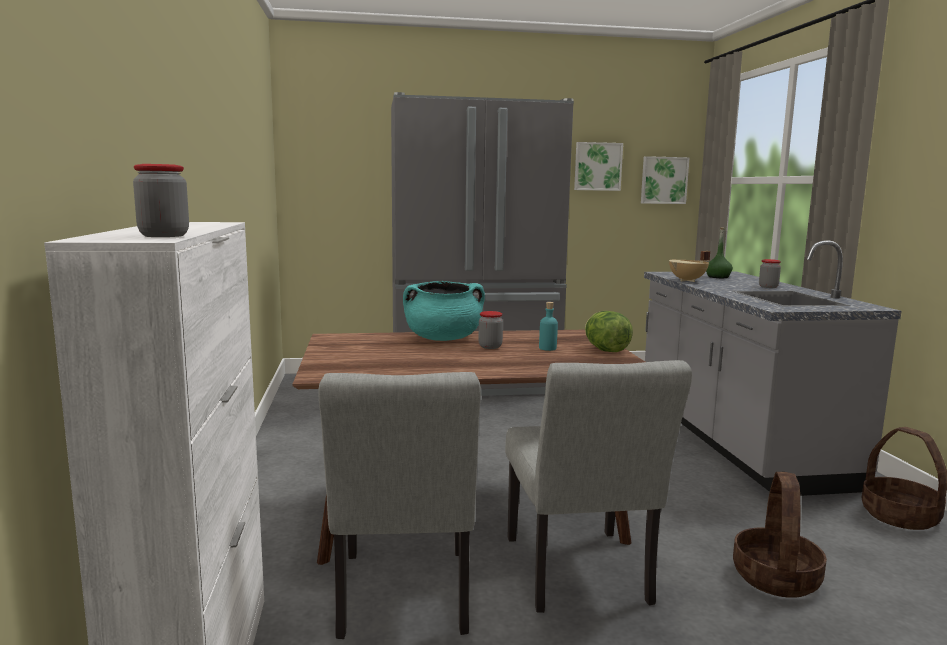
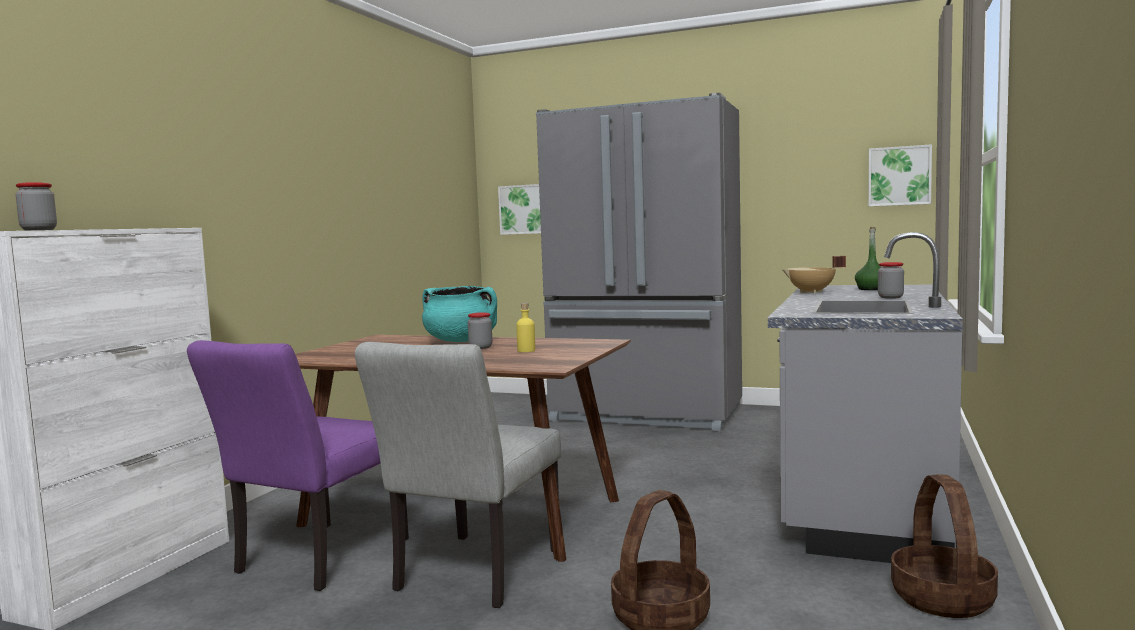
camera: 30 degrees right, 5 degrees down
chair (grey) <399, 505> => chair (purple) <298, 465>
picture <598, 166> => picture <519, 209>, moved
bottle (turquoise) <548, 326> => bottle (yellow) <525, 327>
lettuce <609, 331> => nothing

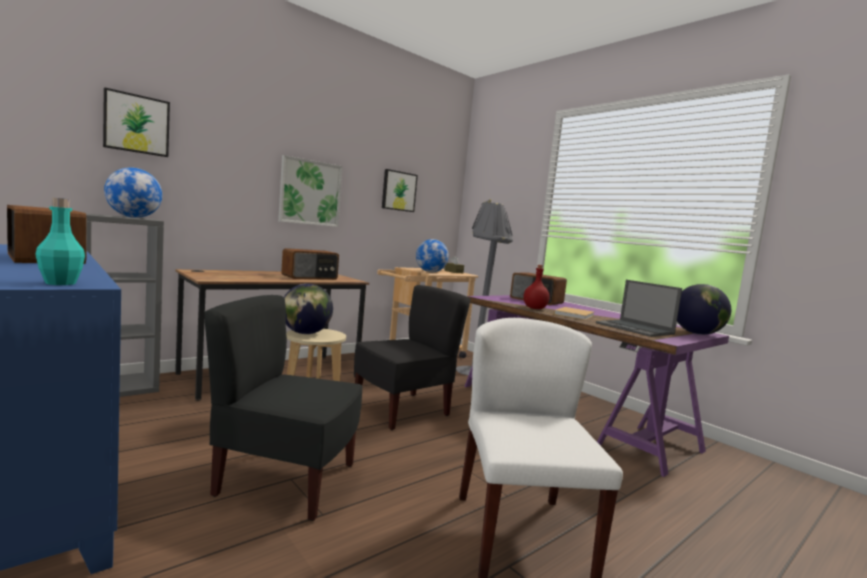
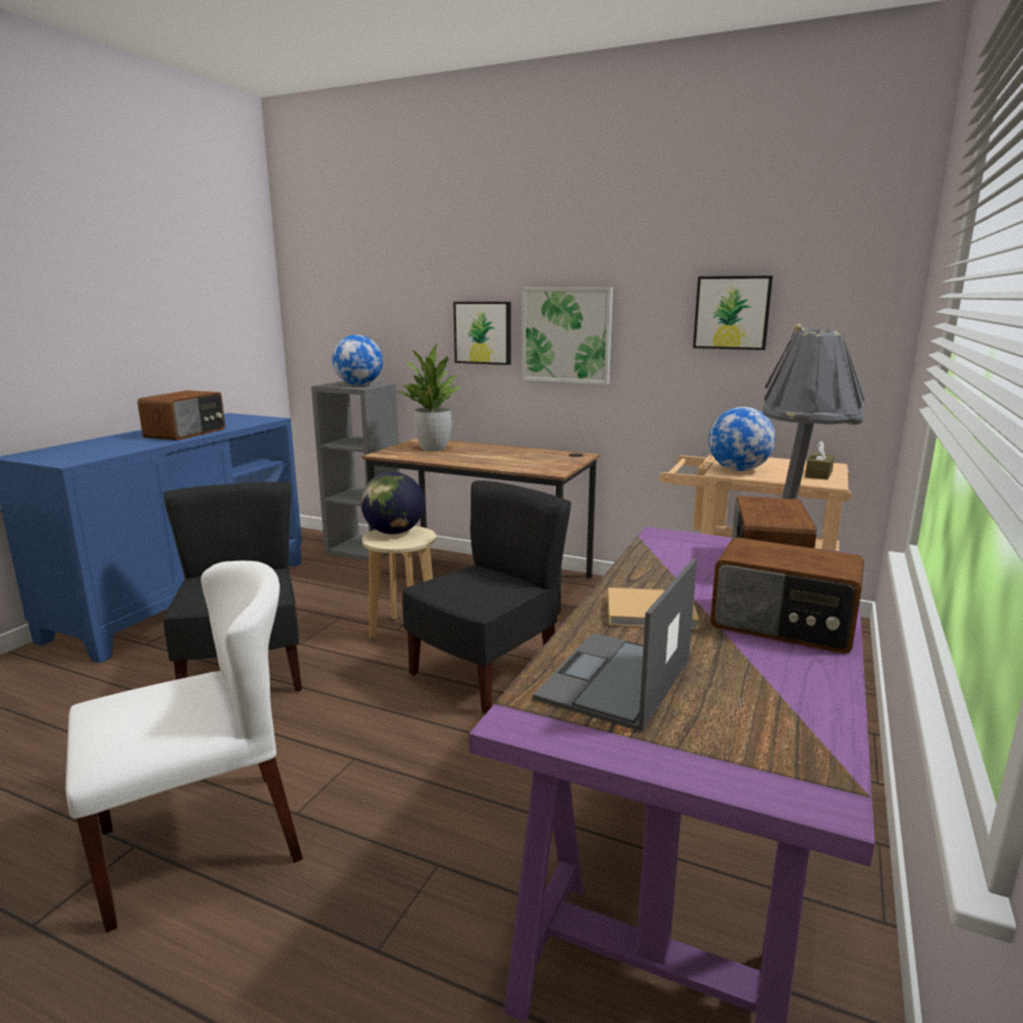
camera: 65 degrees right, 10 degrees up
nothing => potted plant <429, 397>
chair (black) <412, 357> => chair (black) <486, 597>, 75 degrees counterclockwise
picture <136, 122> => picture <482, 333>, moved
radio <310, 264> => radio <787, 595>, moved
bottle (turquoise) <60, 241> => nothing
bottle (red) <536, 287> => nothing
globe <704, 309> => nothing

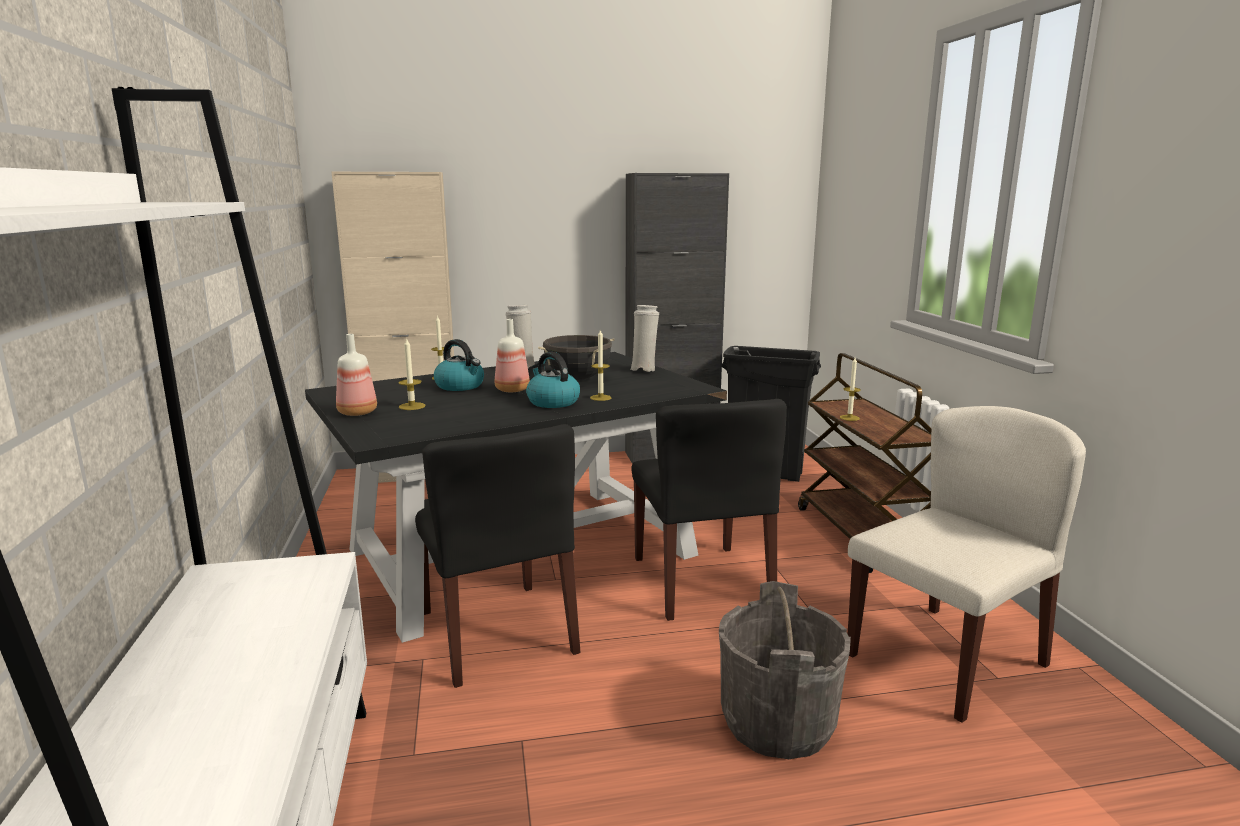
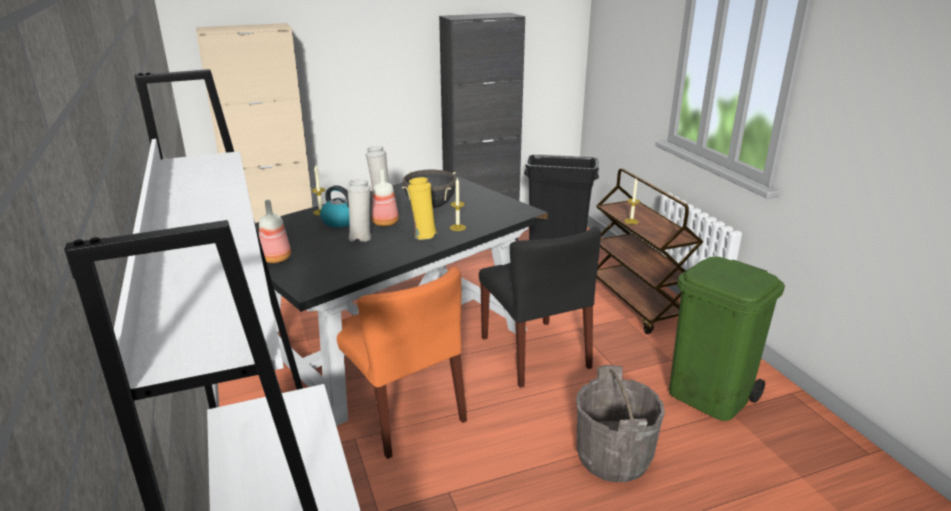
camera: 10 degrees left, 10 degrees up
chair (black) <497, 556> => chair (orange) <402, 363>
vase (white) <645, 338> => vase (white) <359, 210>, moved
kettle <553, 380> => vase (yellow) <422, 208>
chair (beige) <967, 564> => trash can (green) <727, 338>
candle <412, 373> => nothing

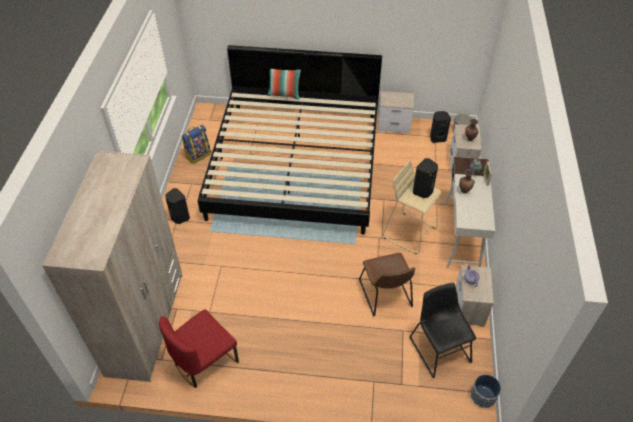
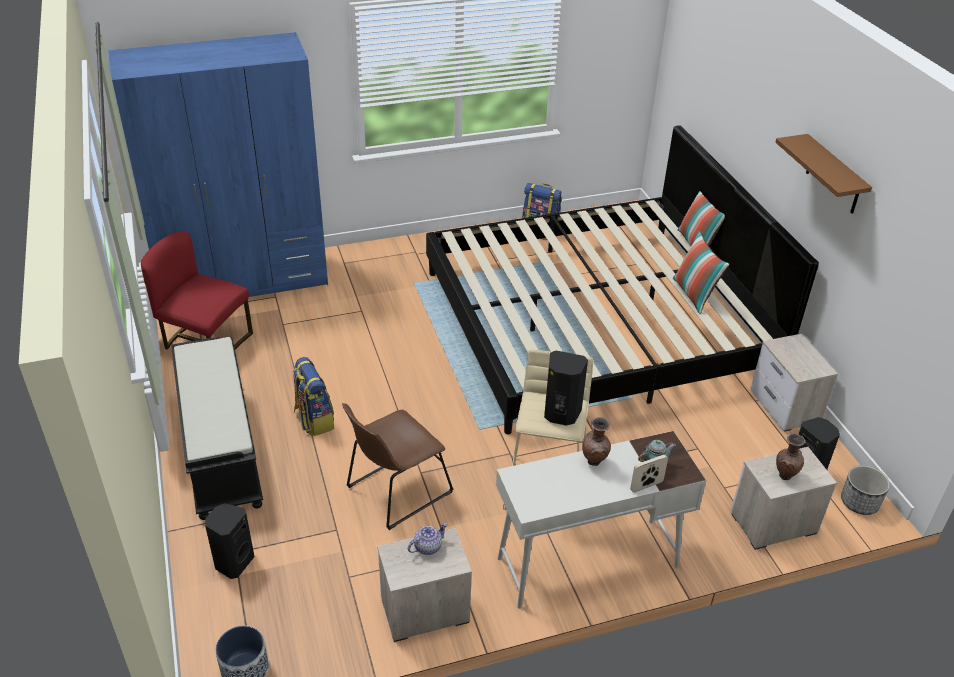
camera: 65 degrees right, 10 degrees down
wardrobe (beige) <112, 266> => wardrobe (blue) <218, 164>
nothing => bench (black) <217, 428>
speaker (black) <177, 206> => speaker (black) <229, 541>, moved
nothing => backpack <313, 396>
nothing => pillow <701, 272>
nothing => shelf (brown) <823, 174>
chair (black) <443, 330> => nothing

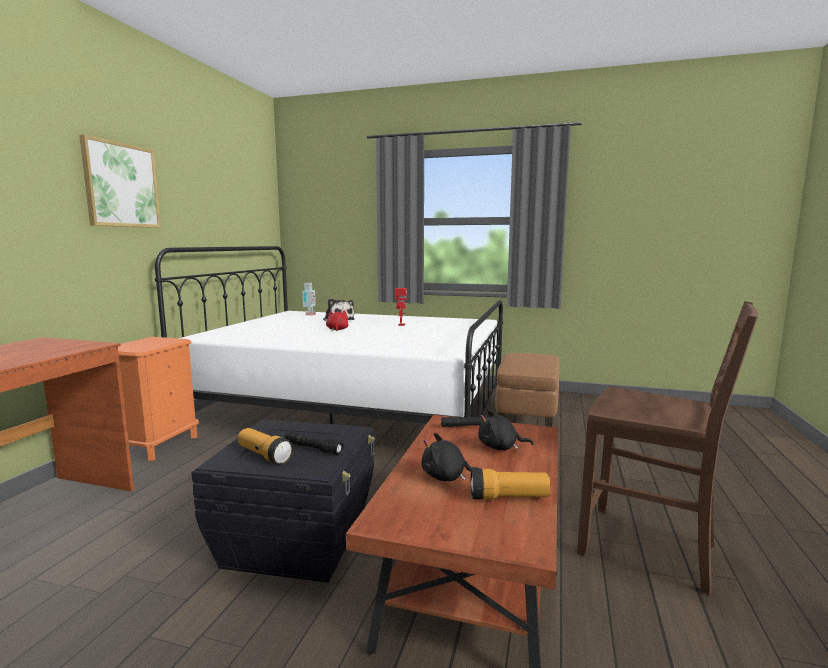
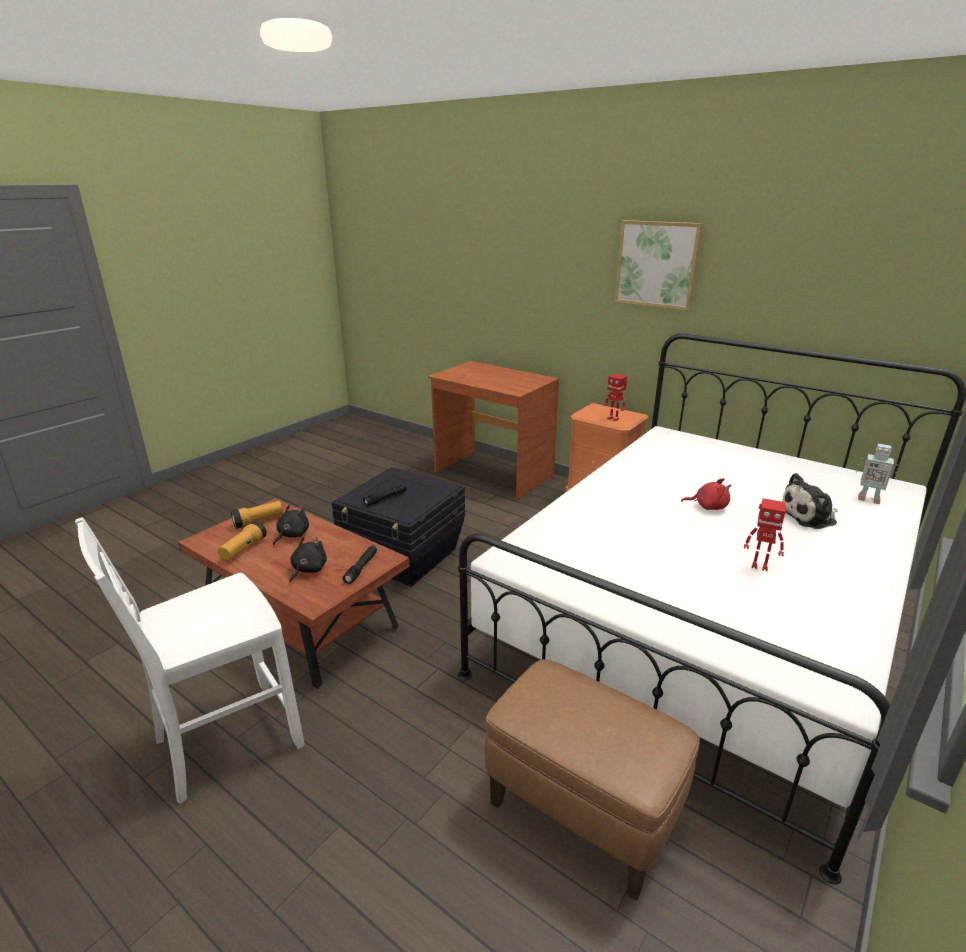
camera: 110 degrees right, 15 degrees up
chair (brown) <667, 448> => chair (white) <190, 660>
flashlight <266, 446> => flashlight <257, 515>, moved
nothing => toy robot <615, 397>

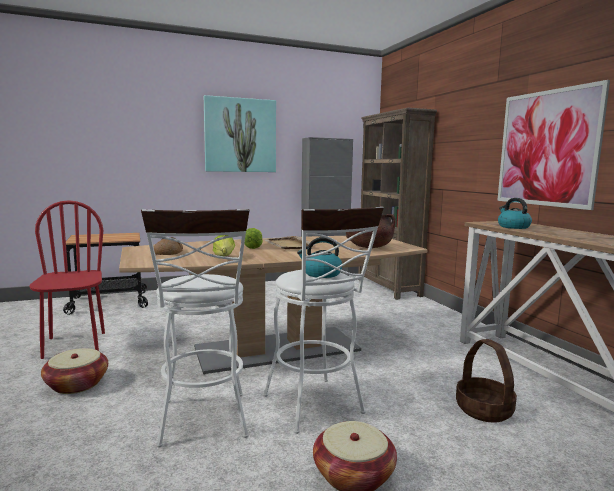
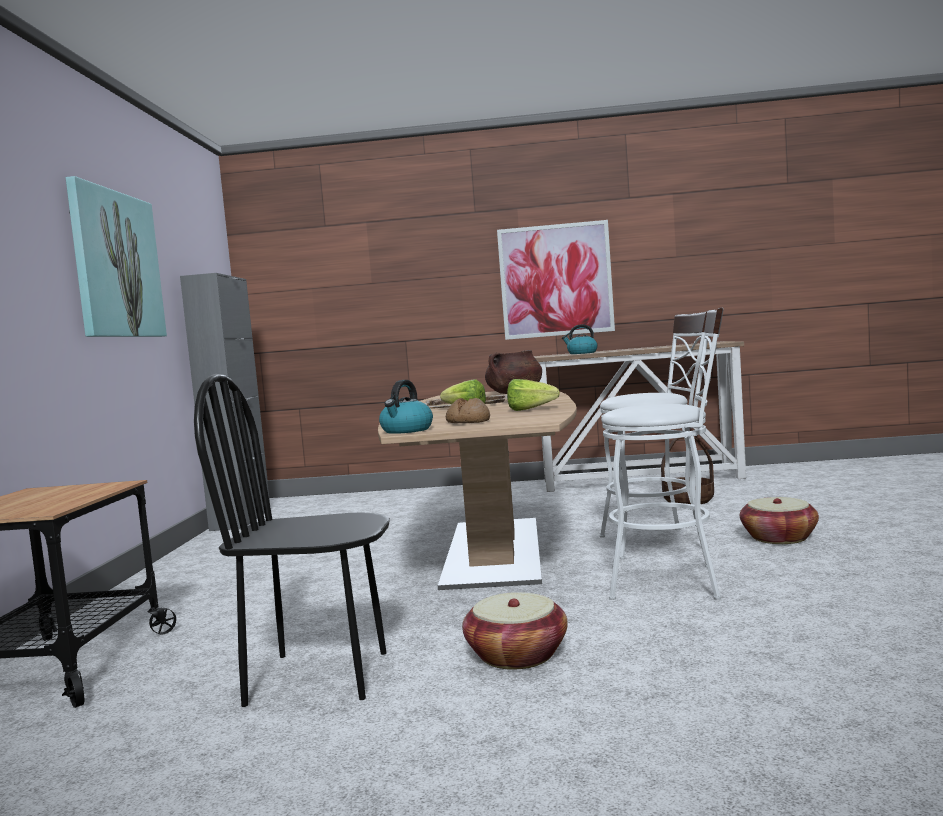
camera: 65 degrees left, 5 degrees down
chair (red) <67, 279> => chair (black) <292, 540>
kettle <319, 257> => kettle <406, 407>, moved
bookcase (brown) <397, 204> => nothing

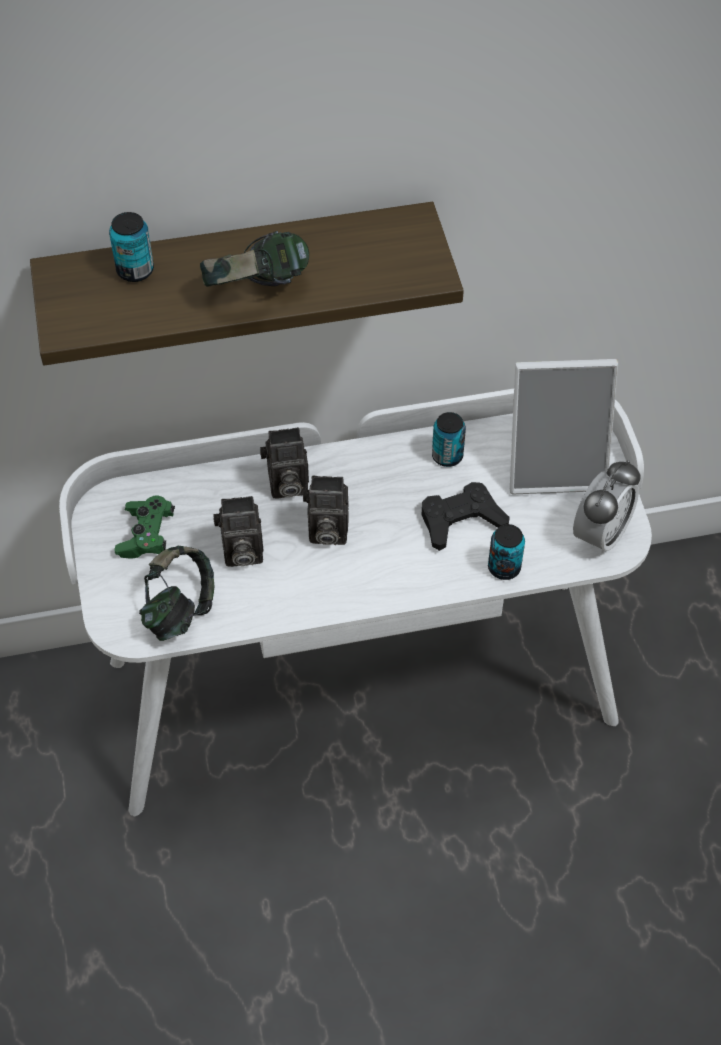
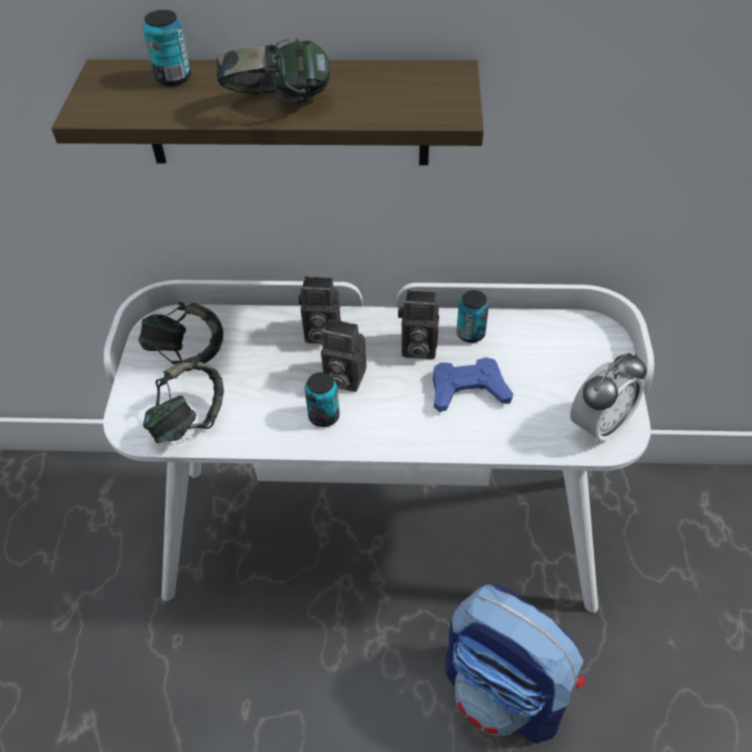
camera: 15 degrees right, 5 degrees down
game controller (green) <144, 527> => headphones <180, 333>
can <506, 552> => can <322, 399>, moved
photo camera <238, 531> => photo camera <418, 324>, moved
game controller (black) <466, 516> => game controller (blue) <473, 384>
nothing => backpack <515, 663>
picture frame <564, 427> => nothing

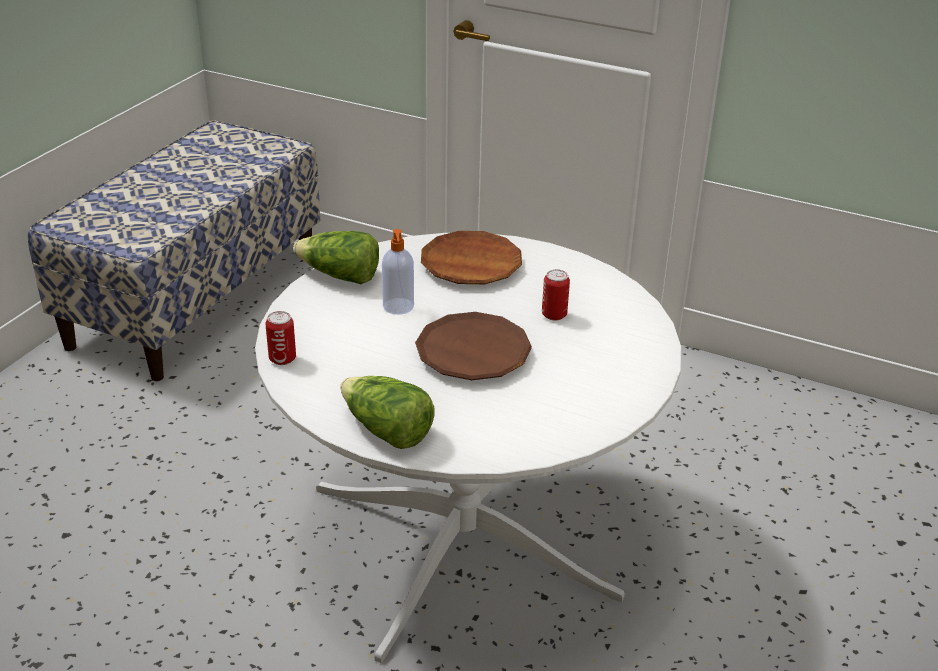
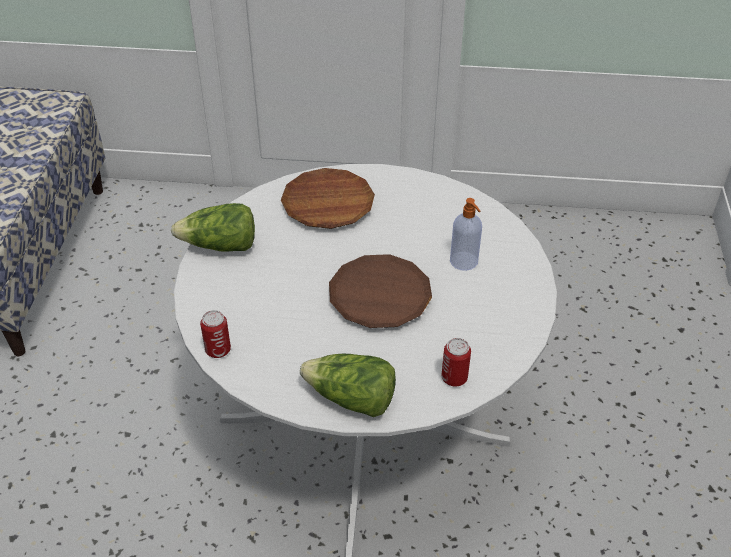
camera: 20 degrees left, 10 degrees up
can <556, 294> => can <456, 362>, moved
soap dispenser <398, 272> => soap dispenser <466, 234>, moved

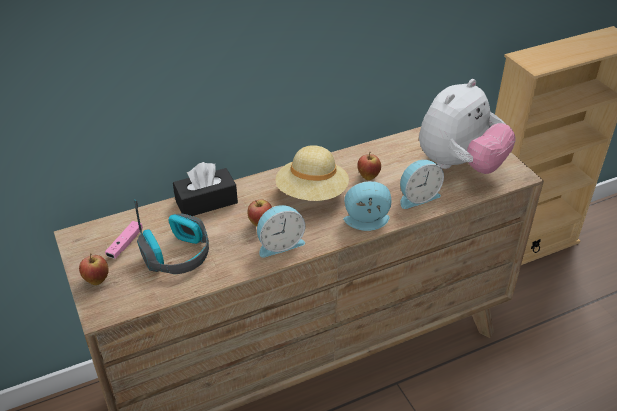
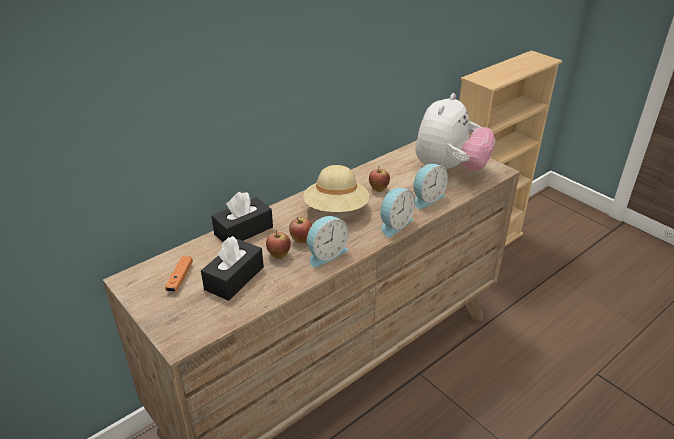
camera: 15 degrees left, 5 degrees down
game controller (pink) <124, 240> => game controller (orange) <179, 274>
headphones <171, 236> => tissue box (black) <232, 268>
apple <94, 269> => apple <278, 244>, moved
alarm clock <367, 206> => alarm clock <397, 212>, 150 degrees clockwise

